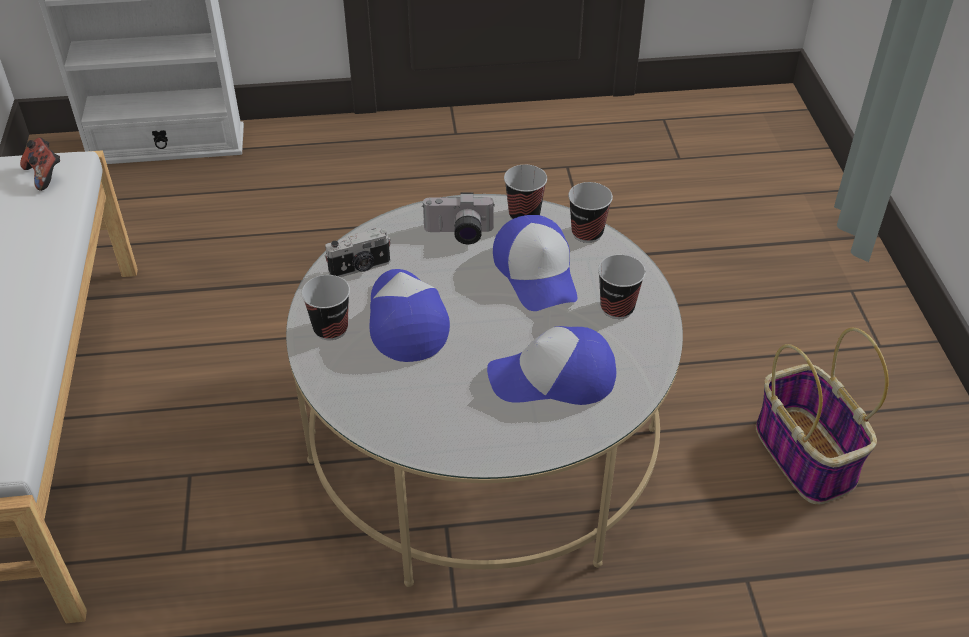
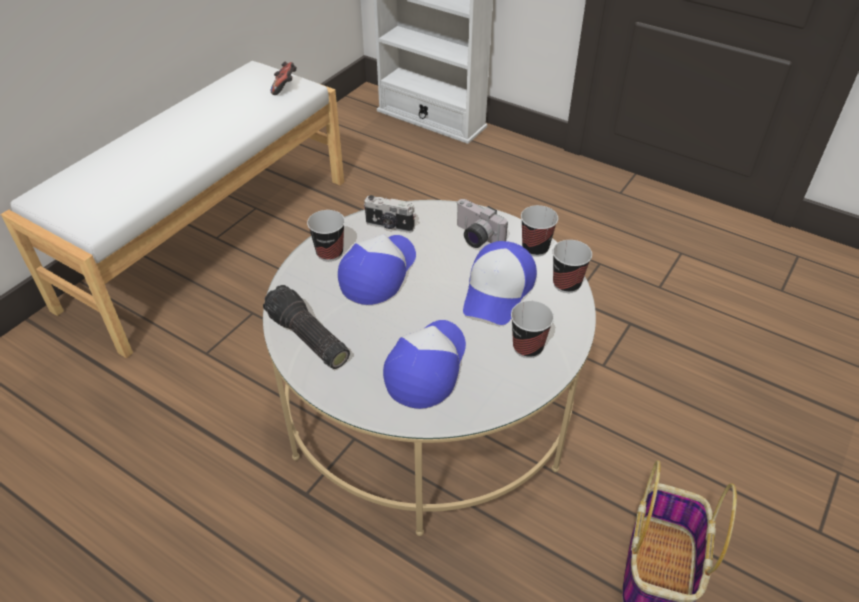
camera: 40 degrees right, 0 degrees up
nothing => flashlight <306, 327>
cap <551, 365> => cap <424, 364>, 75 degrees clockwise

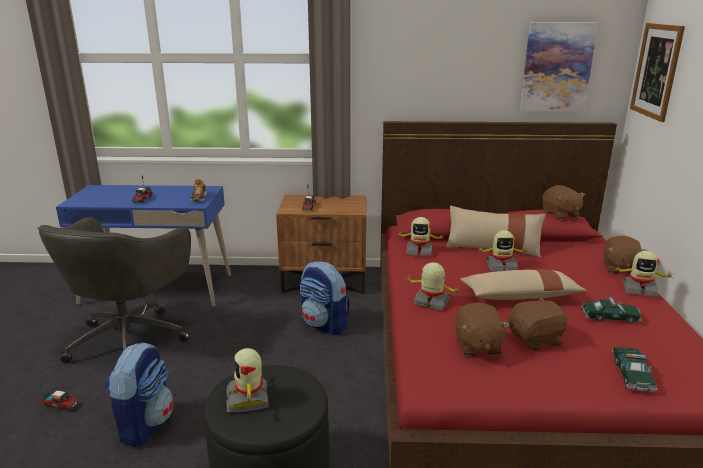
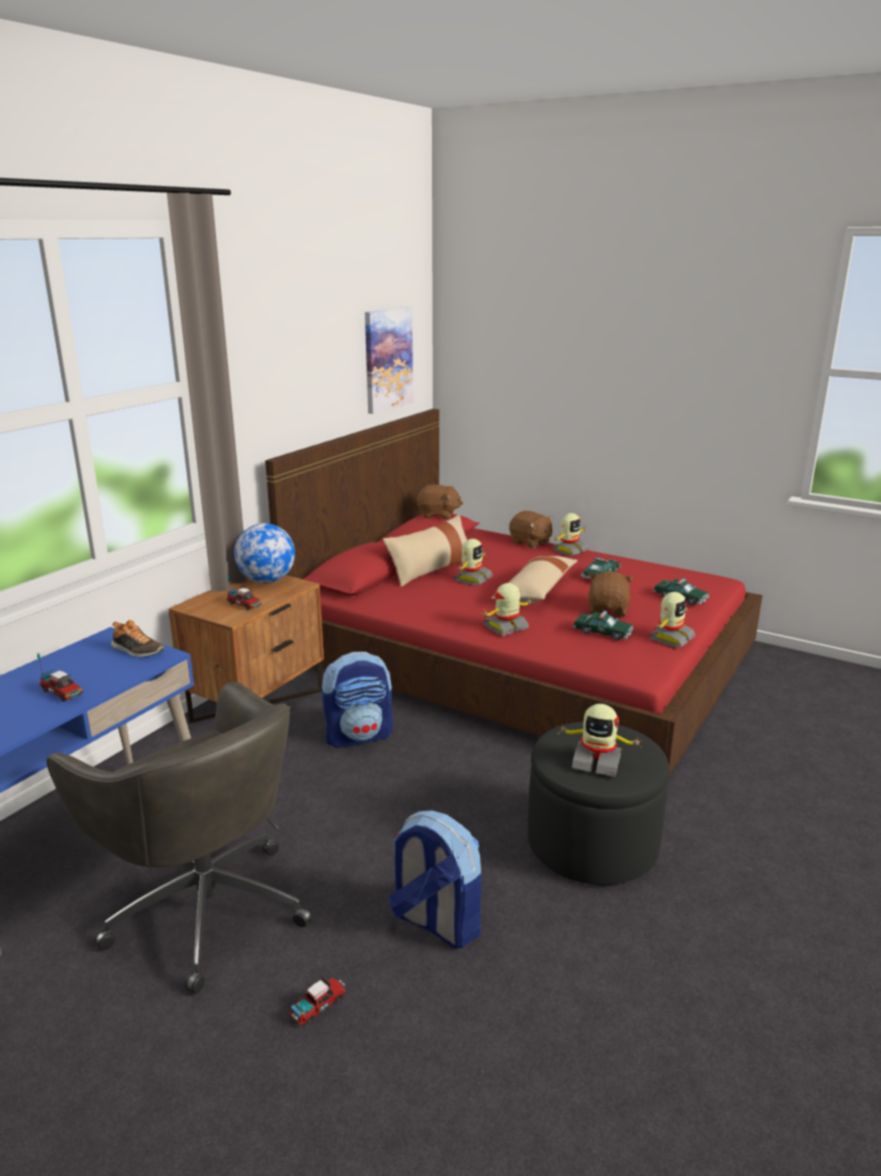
camera: 60 degrees left, 0 degrees up
nothing => globe <264, 553>
plush toy (brown) <482, 329> => toy car <603, 625>
toy robot <421, 236> => toy robot <672, 619>, moved
picture <657, 72> => nothing

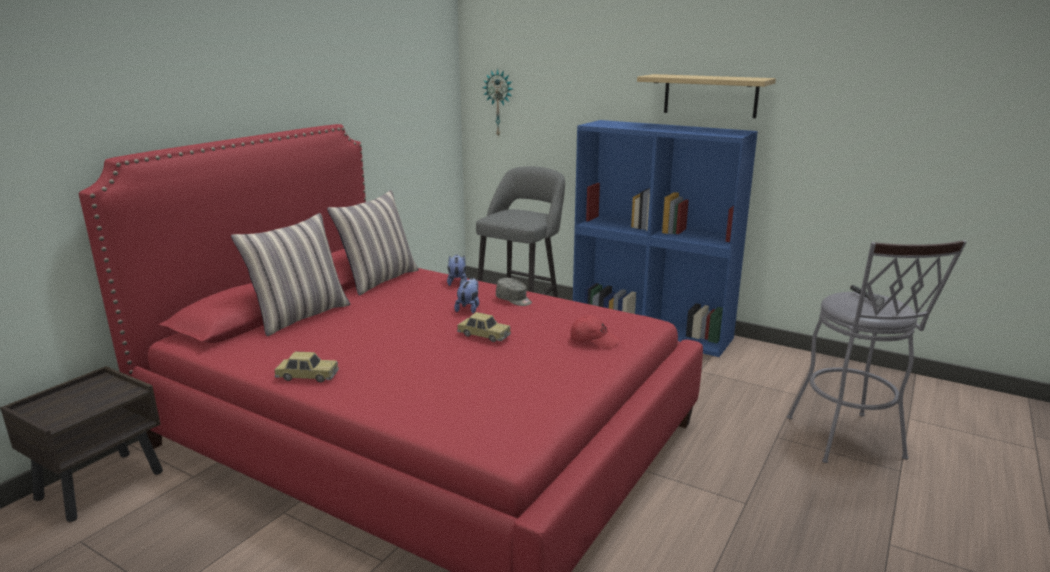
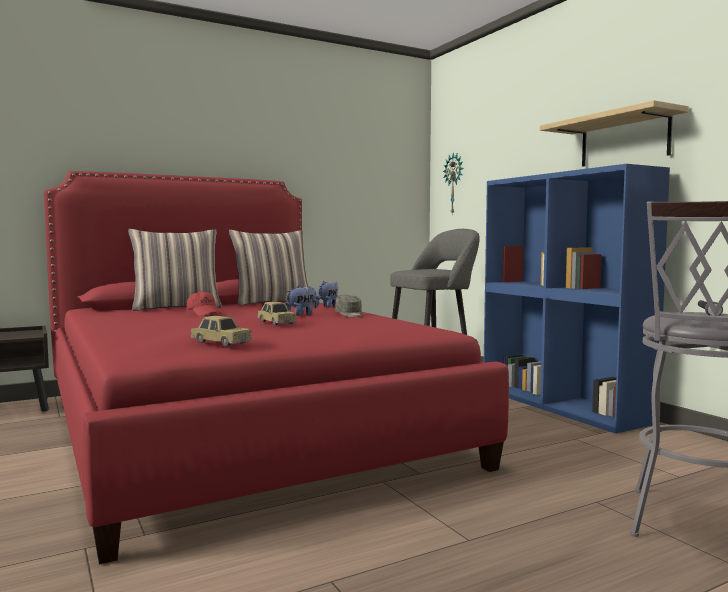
camera: 30 degrees right, 15 degrees down
cap (red) <595, 332> => cap (red) <204, 303>, moved
toy car <306, 367> => toy car <221, 331>, moved

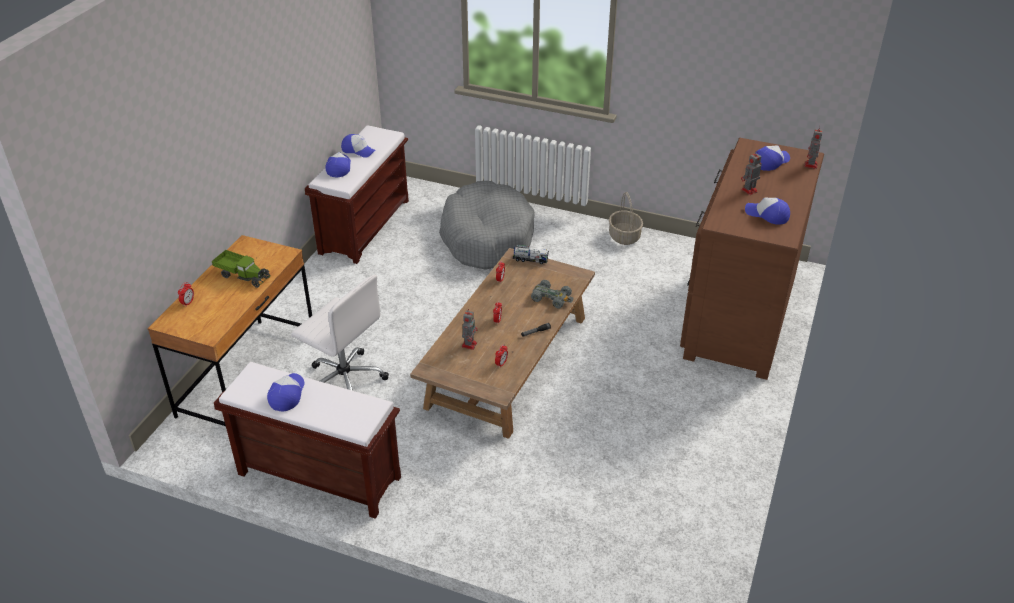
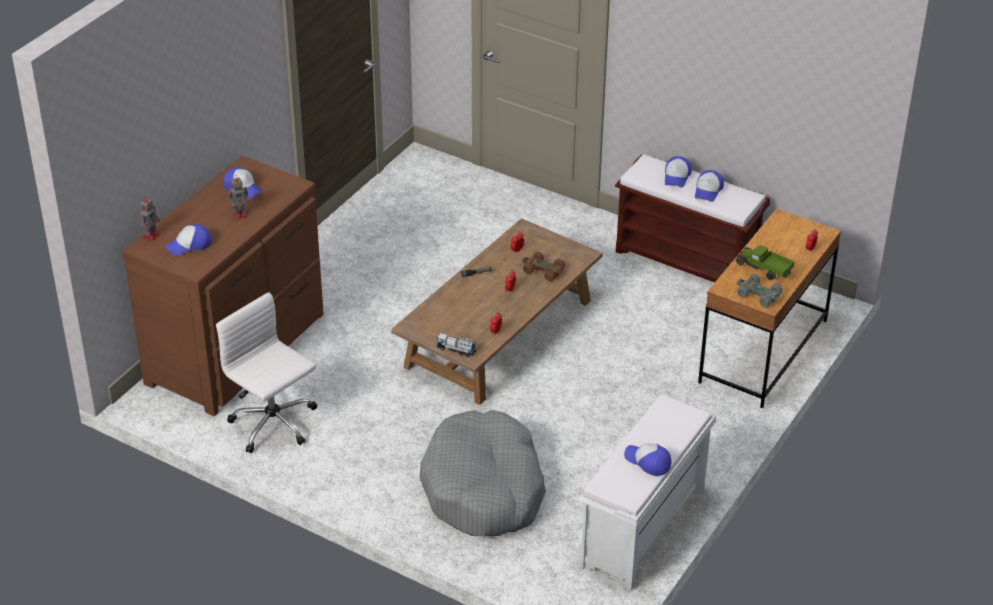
camera: 170 degrees left, 0 degrees up
office chair (white) <340, 333> => office chair (white) <266, 372>, moved
toy robot <470, 330> => toy car (brown) <543, 266>
bench (brown) <357, 194> => bench (white) <647, 492>
cap <338, 164> => cap <678, 171>, moved
toy car (grey) <552, 294> => toy car (grey) <760, 290>, moved
basket <626, 218> => nothing

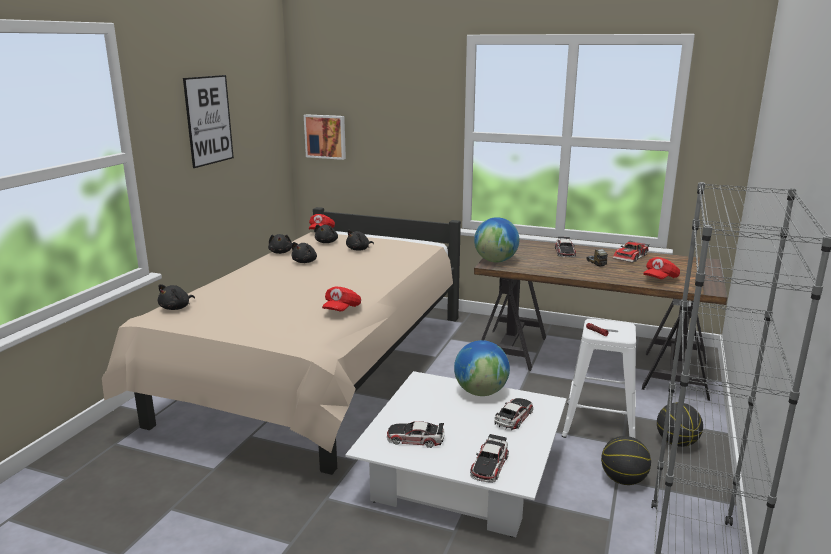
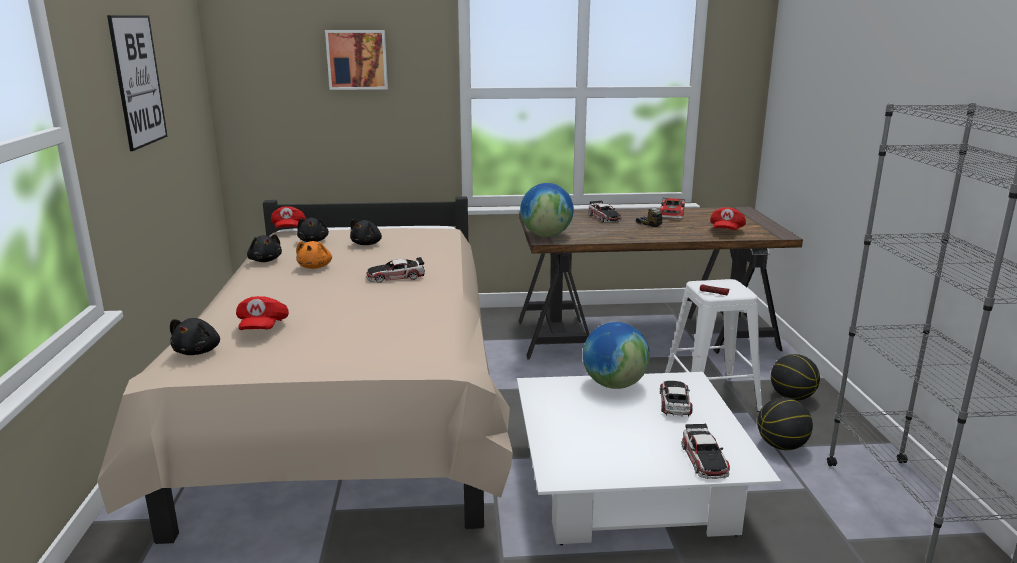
camera: 25 degrees left, 0 degrees up
cap (red) <341, 299> => cap (red) <262, 313>, moved
plush toy (black) <304, 252> => plush toy (orange) <314, 255>
picture <325, 137> => picture <356, 60>, moved
toy car <416, 434> => toy car <396, 270>, moved

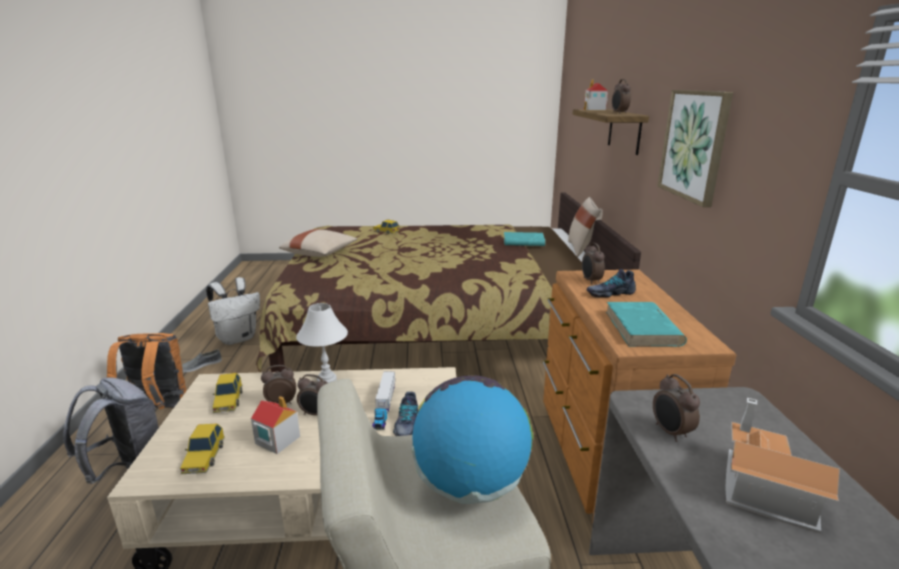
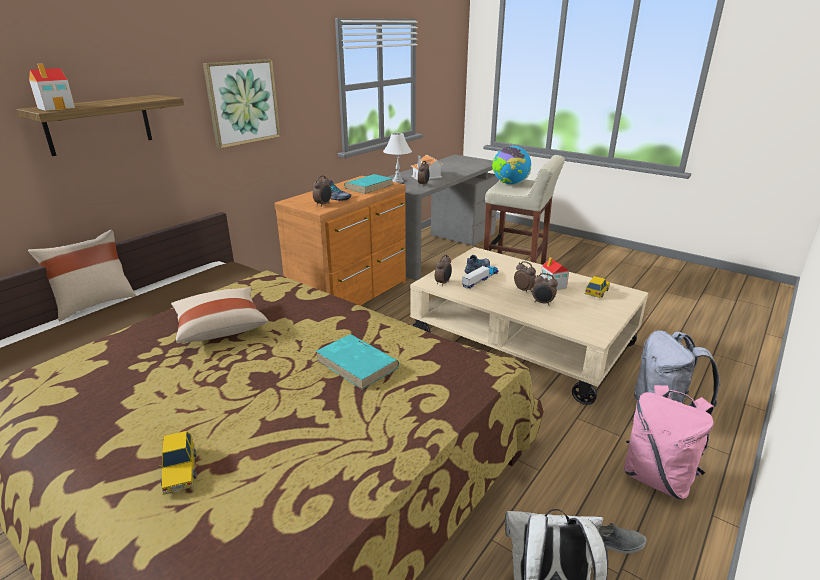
camera: 140 degrees left, 5 degrees up
pillow (beige) <318, 243> => pillow (beige) <219, 315>, moved
book (turquoise) <524, 239> => book (turquoise) <357, 362>, moved
table lamp (white) <322, 343> => table lamp (white) <397, 158>, moved
alarm clock <621, 96> => alarm clock <443, 270>, moved
backpack (orange) <147, 371> => backpack (pink) <669, 442>
toy car <227, 393> => nothing

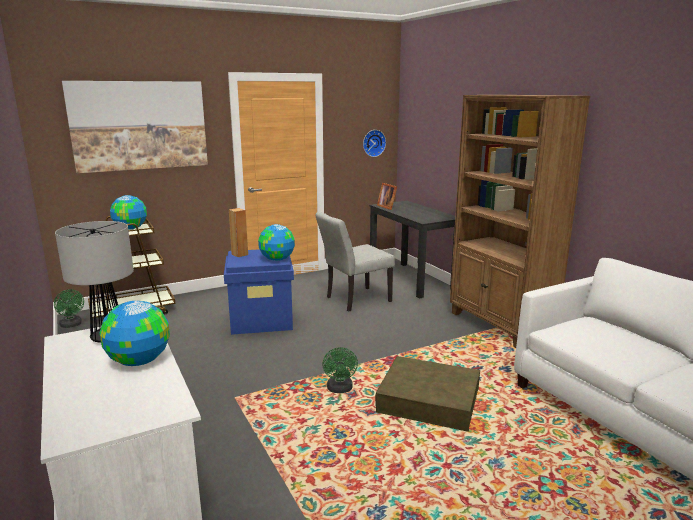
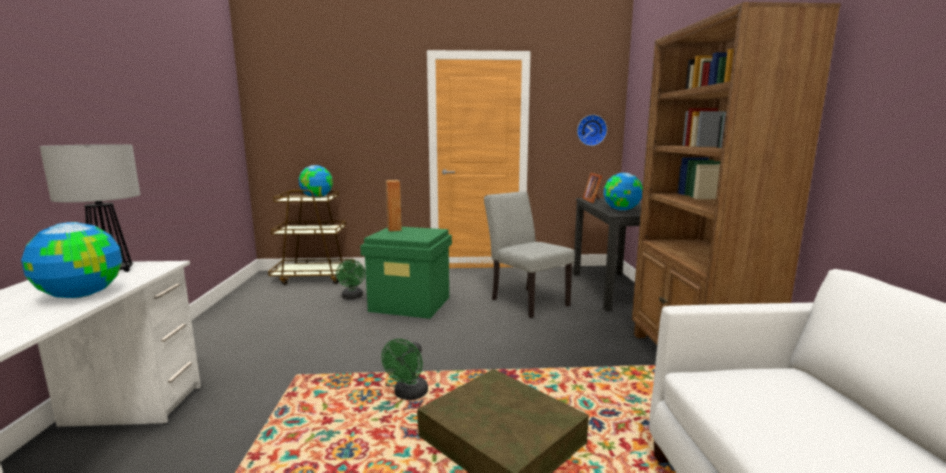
camera: 25 degrees right, 5 degrees down
fan (green) <69, 308> => fan (green) <350, 279>, moved
storage box (blue) <259, 292> => storage box (green) <406, 273>
chair (grey) <355, 262> => chair (grey) <529, 254>, 60 degrees clockwise
globe <276, 242> => globe <623, 192>, moved
picture <135, 127> => nothing

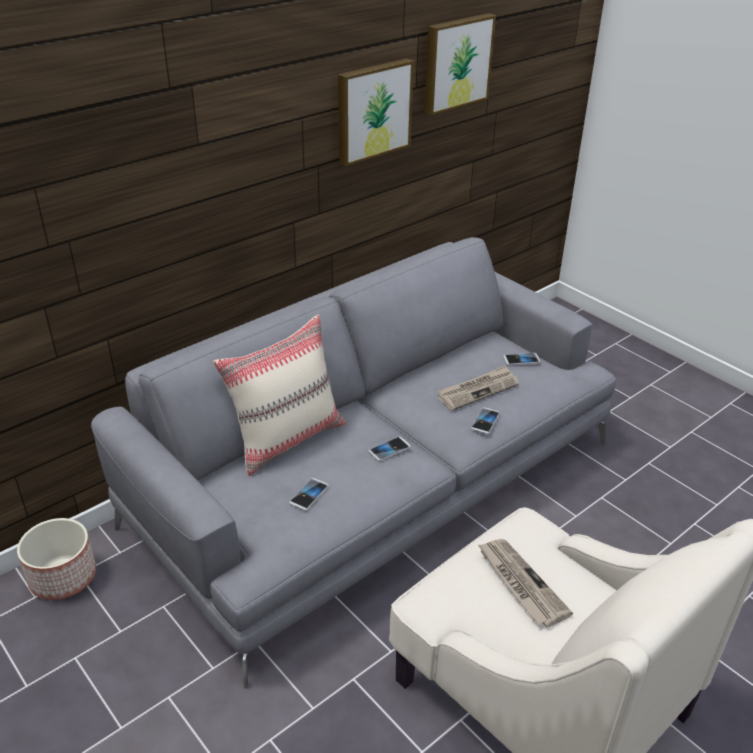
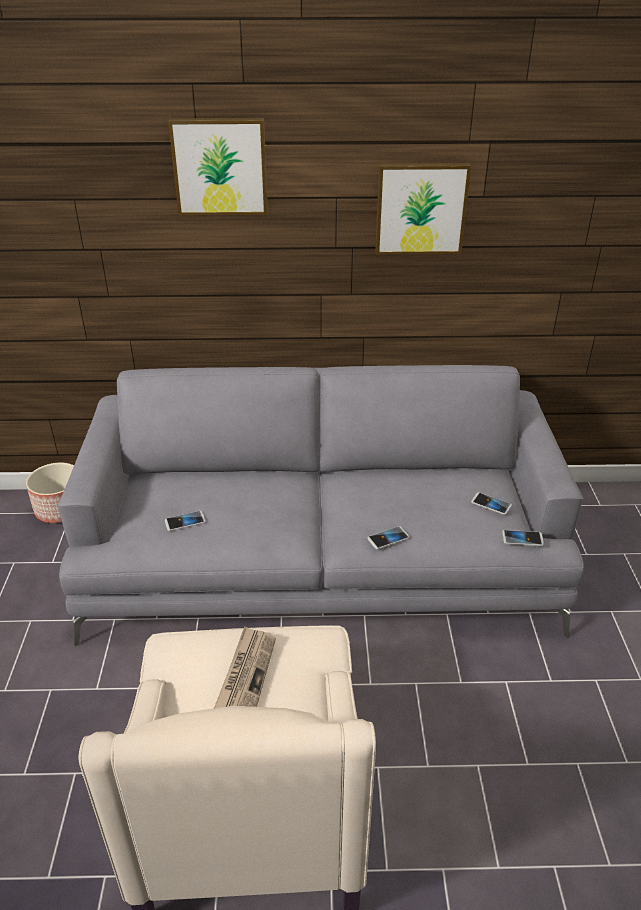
camera: 40 degrees right, 0 degrees up
picture <460, 64> => picture <218, 166>, moved
phone <389, 449> => phone <523, 538>, moved
pillow (beige) <279, 395> => nothing
newspaper <478, 388> => nothing

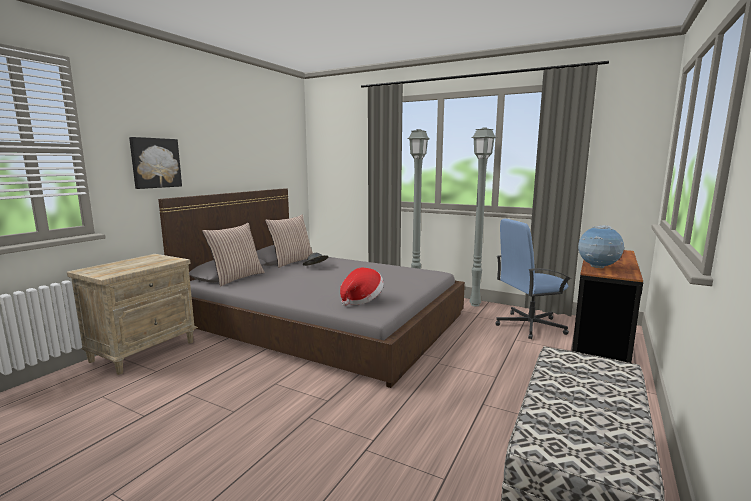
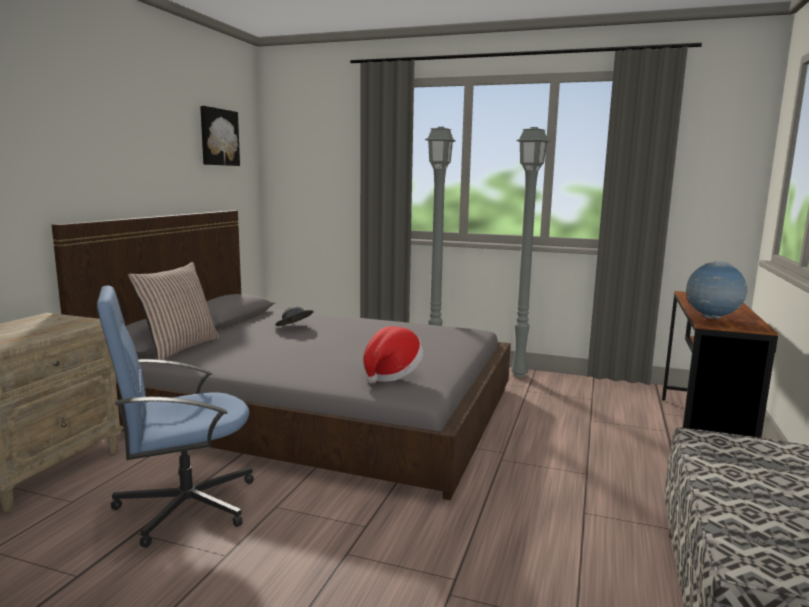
camera: 10 degrees left, 0 degrees up
office chair (blue) <533, 279> => office chair (blue) <175, 417>, moved
picture <155, 163> => picture <220, 136>, moved
pillow <289, 241> => nothing

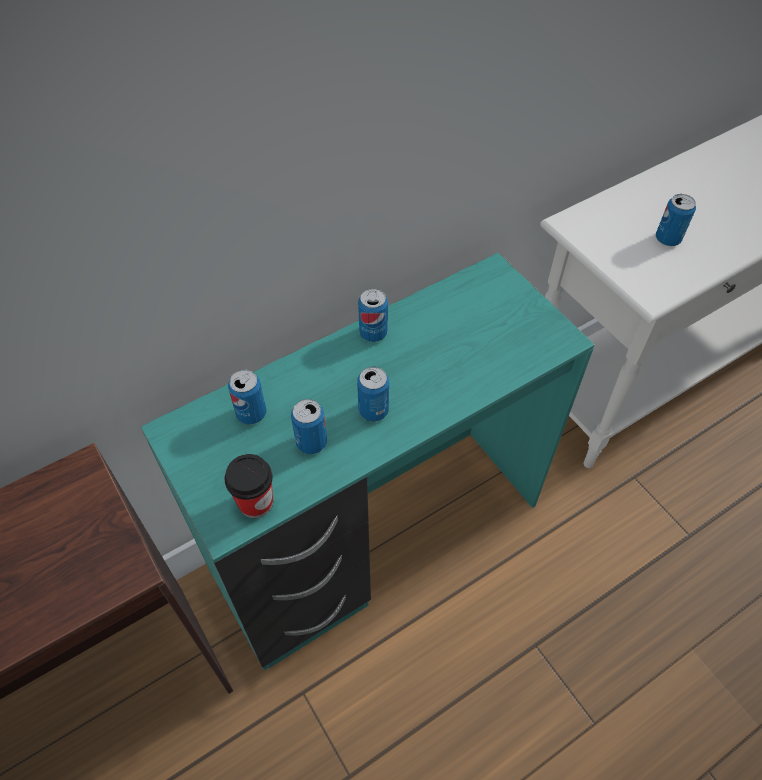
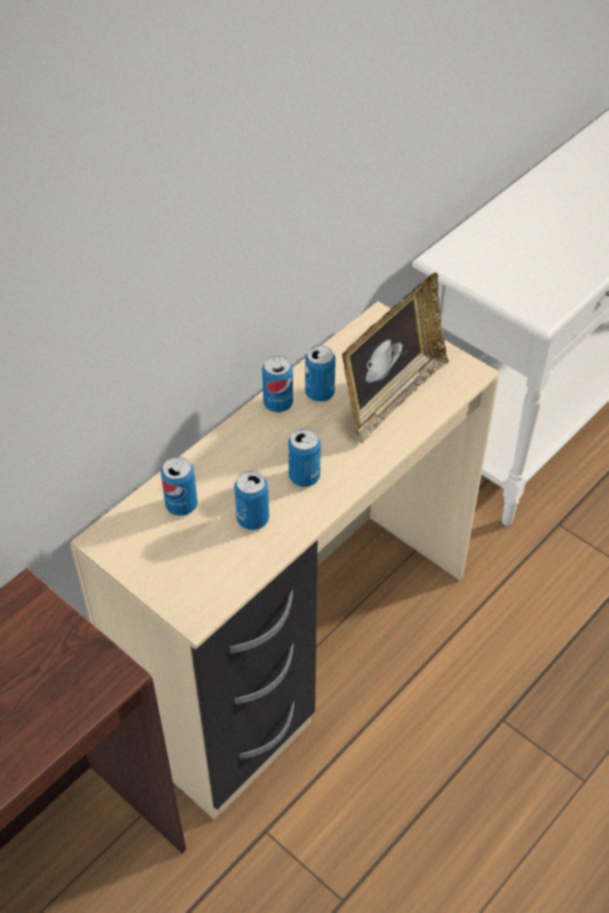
camera: 15 degrees left, 5 degrees down
desk (turquoise) <367, 461> => desk (beige) <285, 560>
can <676, 220> => can <320, 374>, moved
nothing => picture frame <395, 358>
cup <248, 486> => nothing

